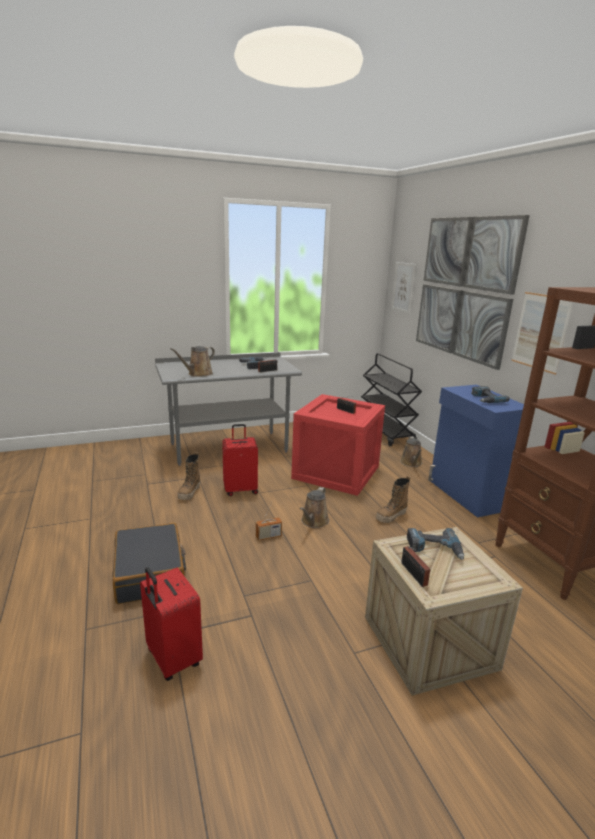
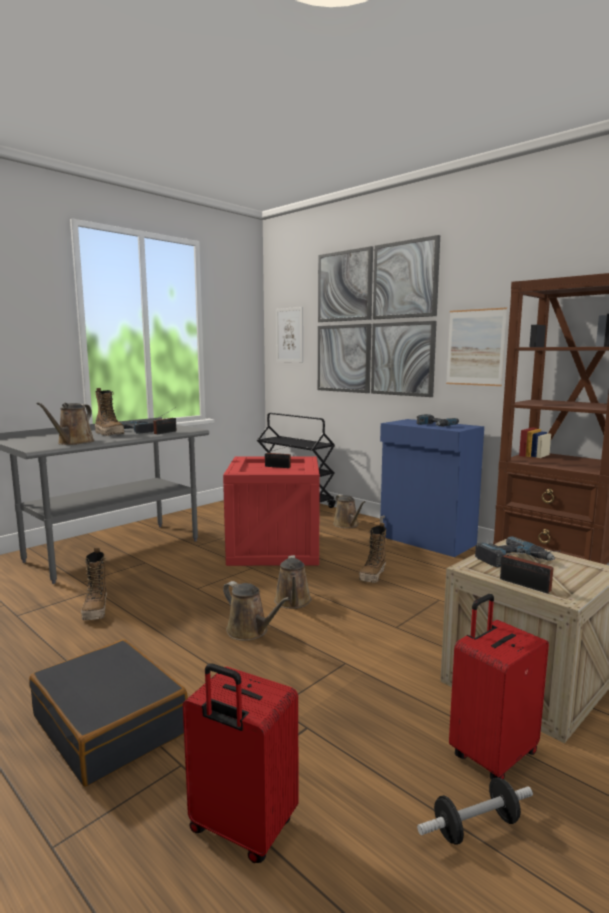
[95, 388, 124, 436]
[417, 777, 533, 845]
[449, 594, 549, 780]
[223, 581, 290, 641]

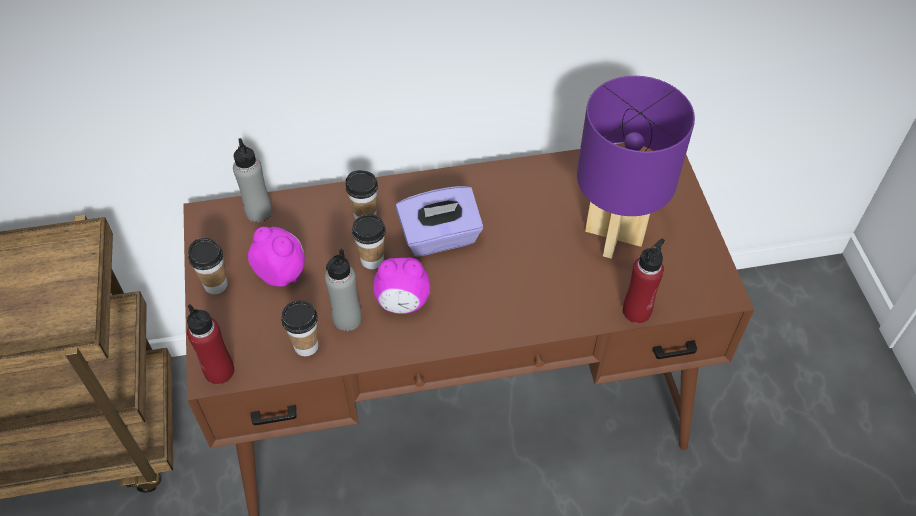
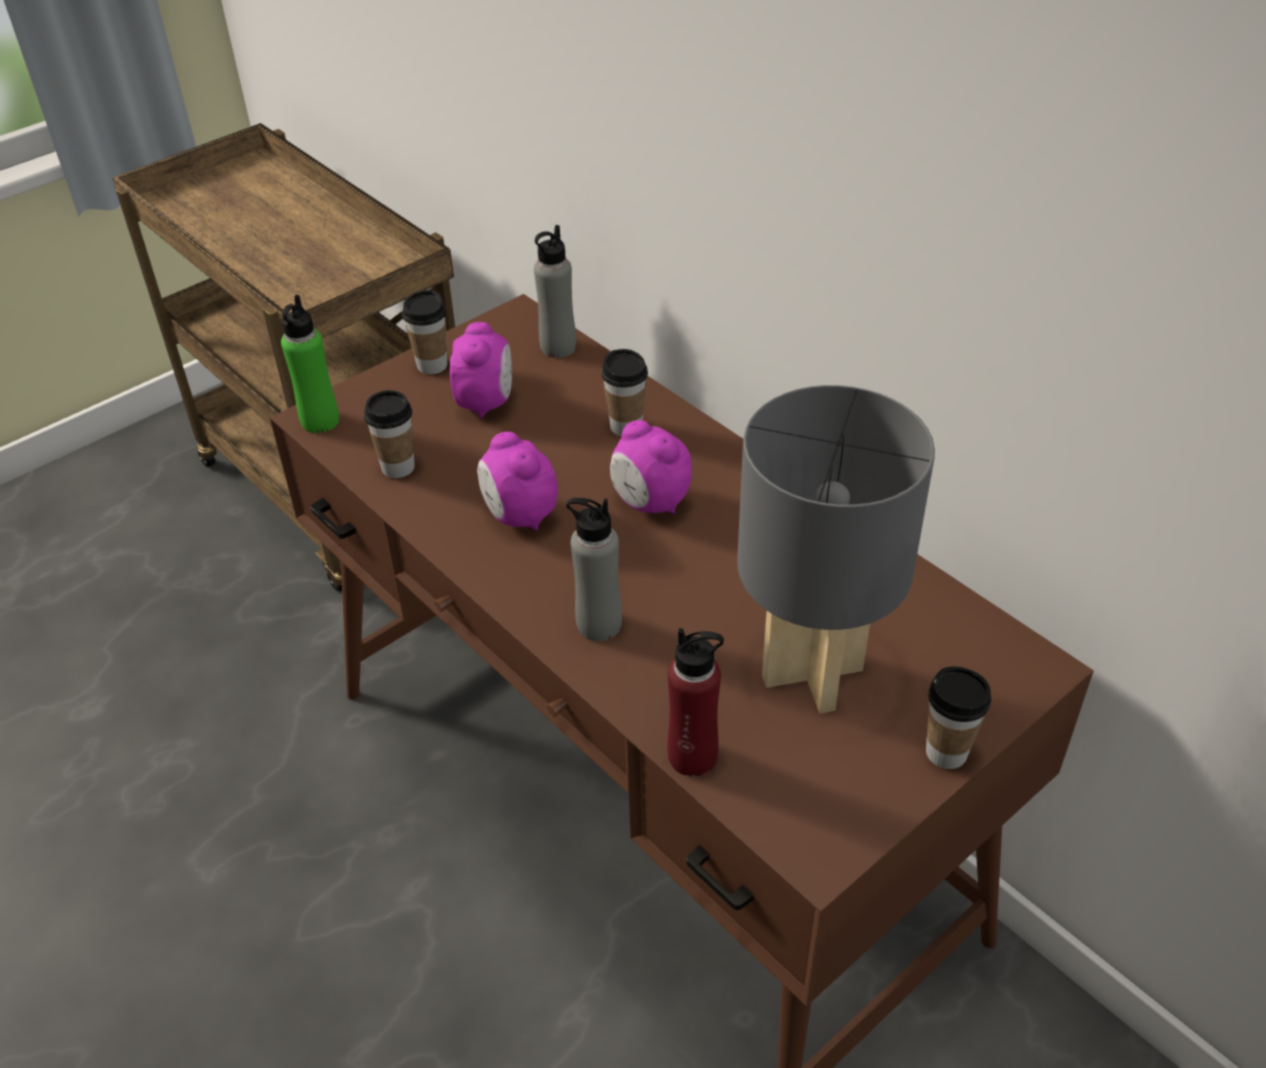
[566, 498, 622, 641]
[926, 667, 991, 769]
[610, 420, 692, 514]
[281, 295, 339, 433]
[737, 385, 935, 713]

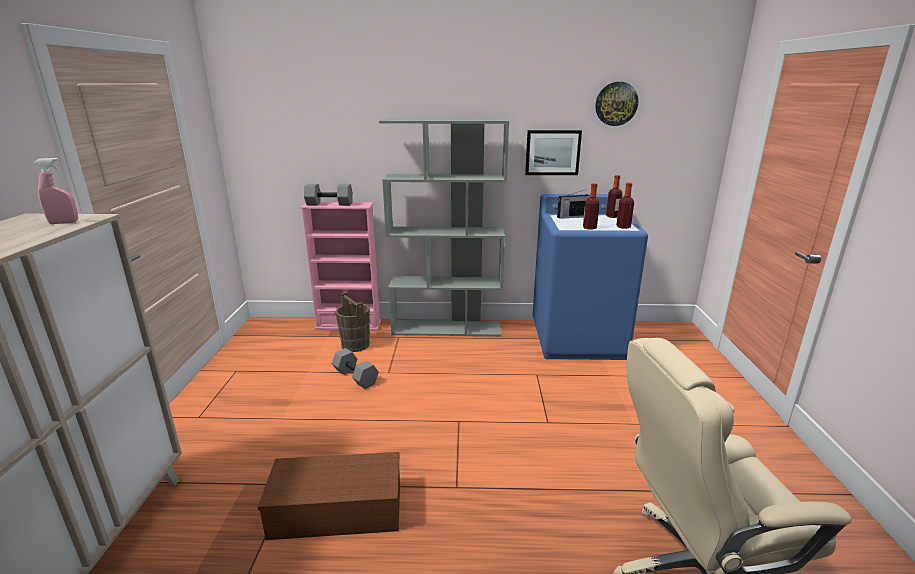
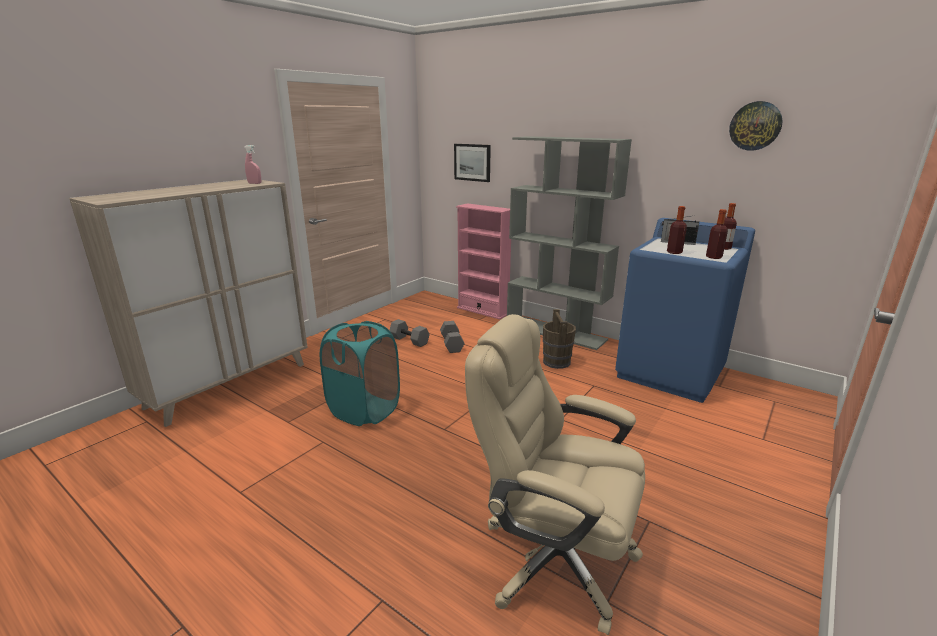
[389, 319, 430, 347]
[543, 309, 576, 369]
[454, 144, 491, 182]
[320, 321, 400, 426]

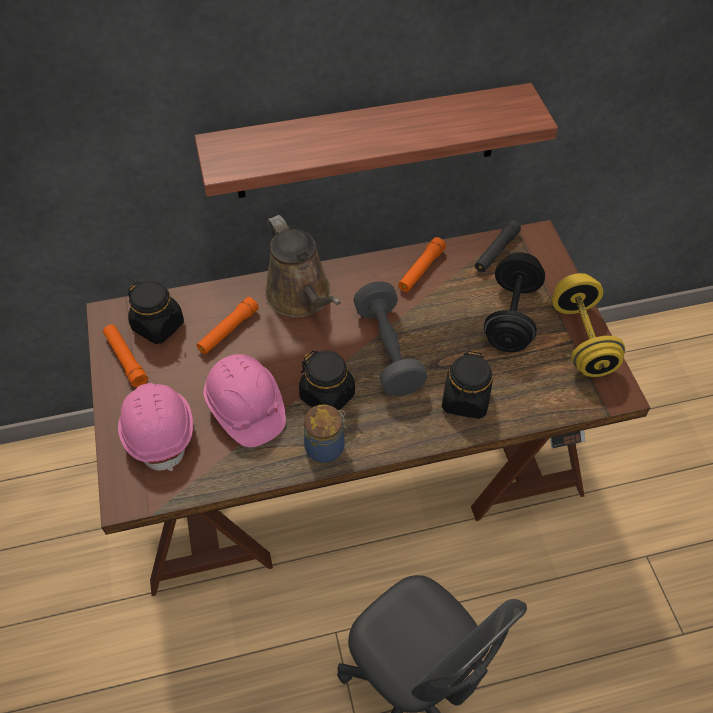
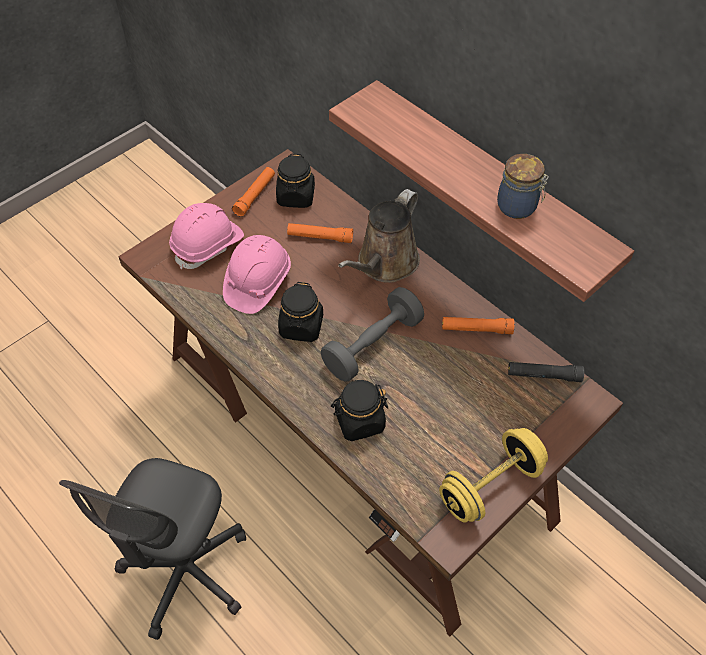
[484, 252, 545, 352] (first image)
[497, 154, 549, 219]

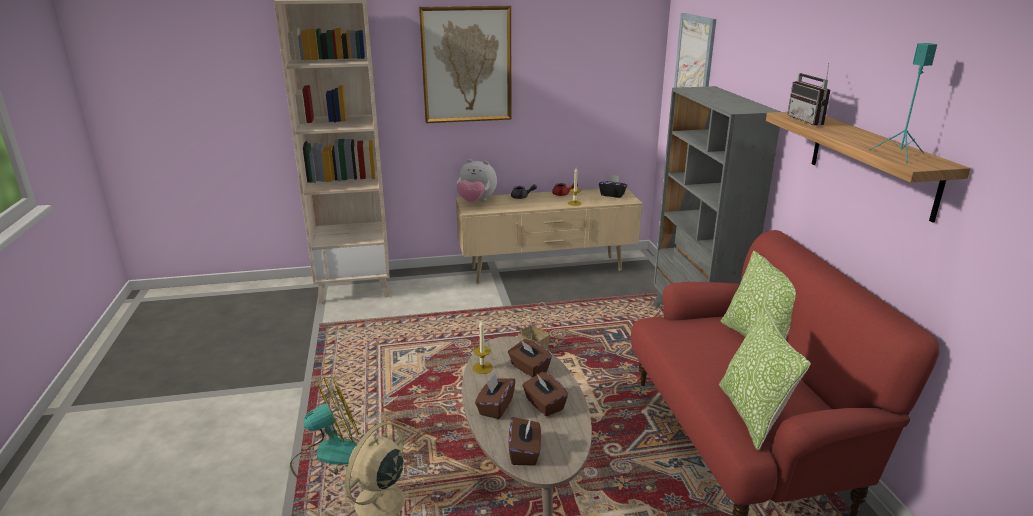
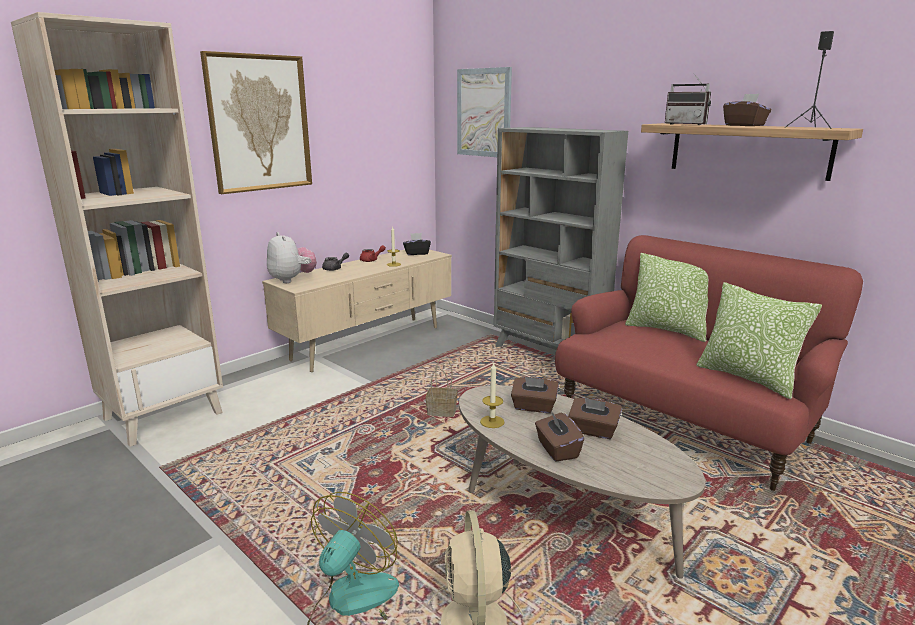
[723, 93, 771, 126]
[784, 31, 834, 129]
[267, 232, 317, 283]

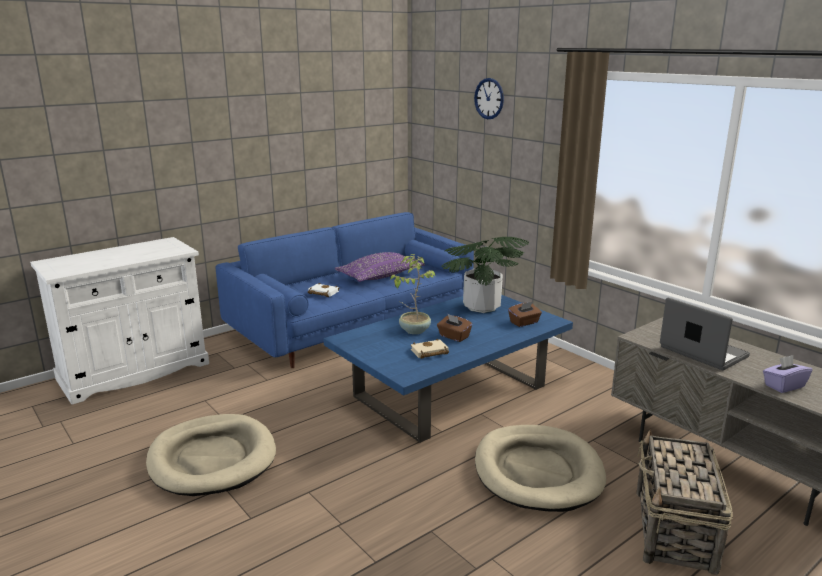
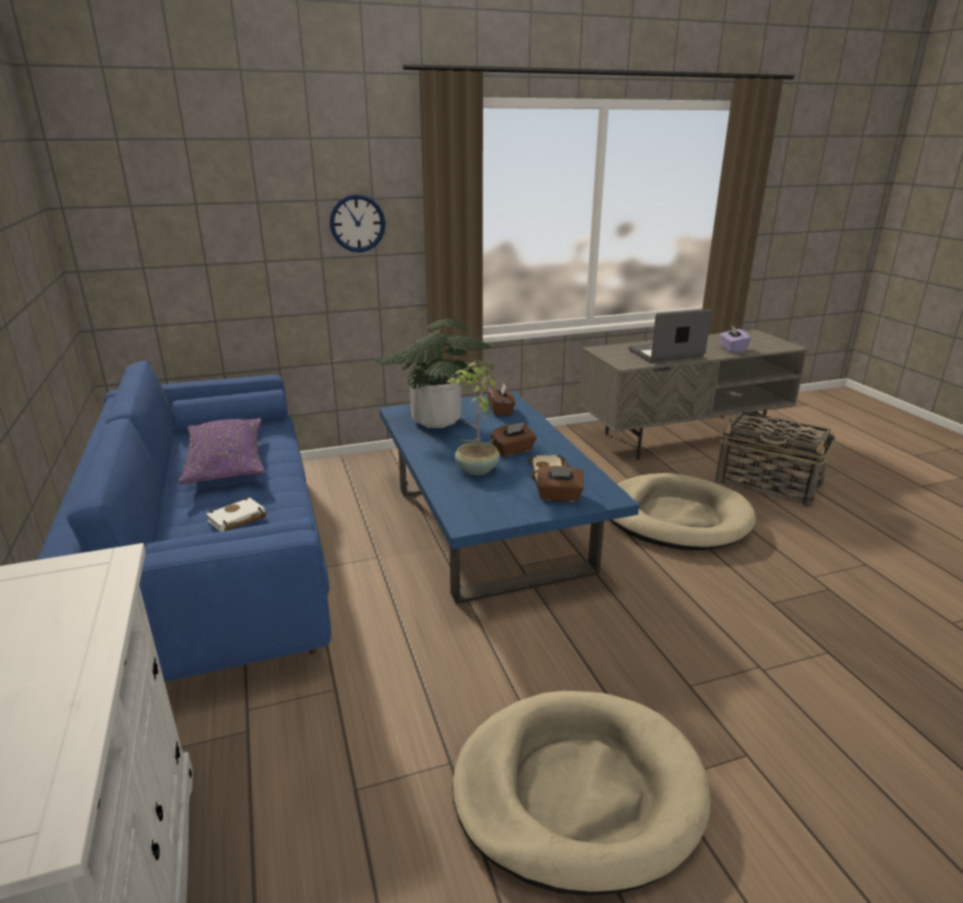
[537, 466, 584, 502]
[330, 194, 385, 252]

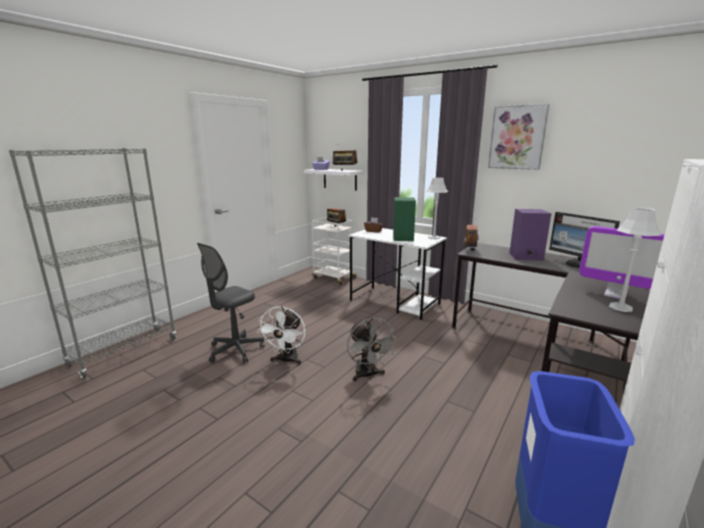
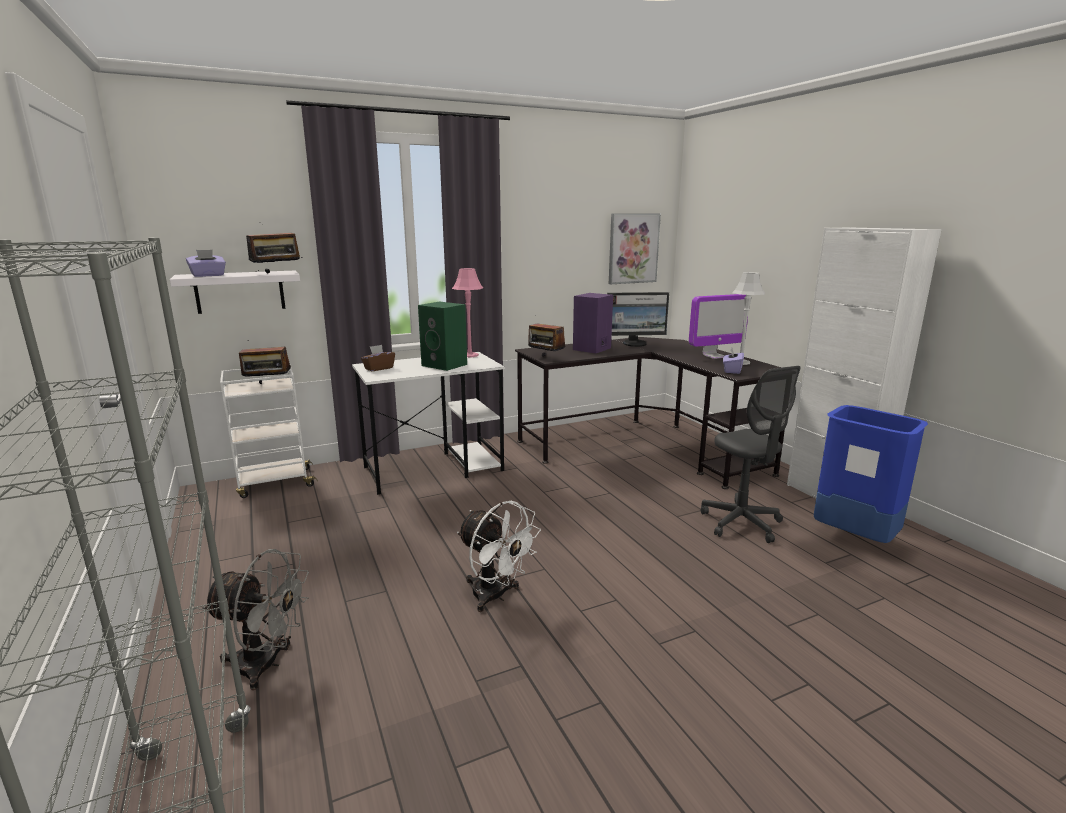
[723, 348, 744, 374]
[701, 366, 801, 543]
[202, 549, 309, 690]
[609, 214, 661, 284]
[452, 268, 483, 357]

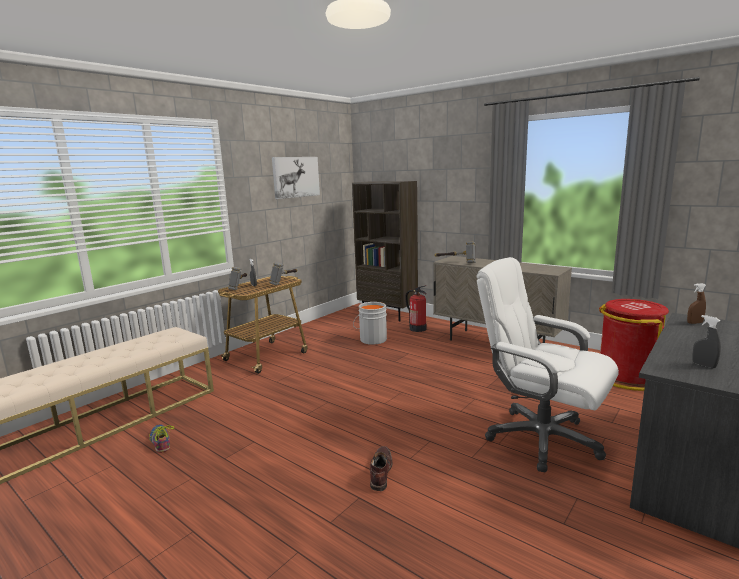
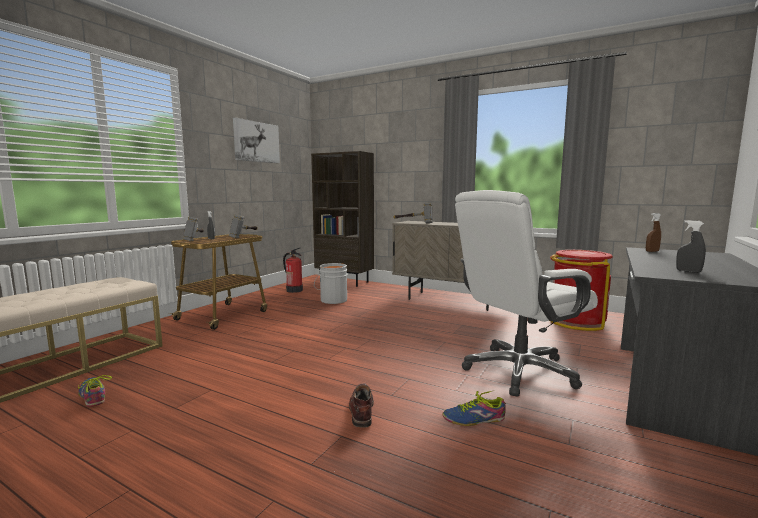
[442, 391, 506, 426]
[283, 248, 303, 293]
[455, 190, 598, 397]

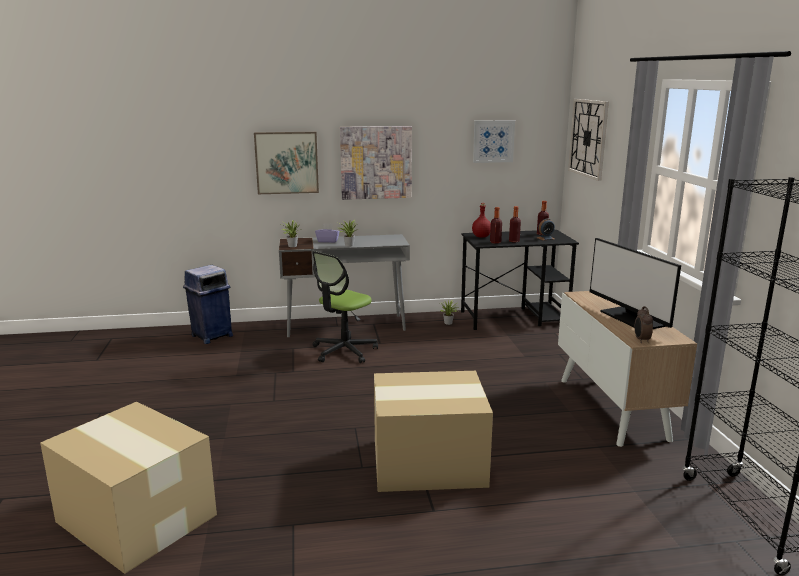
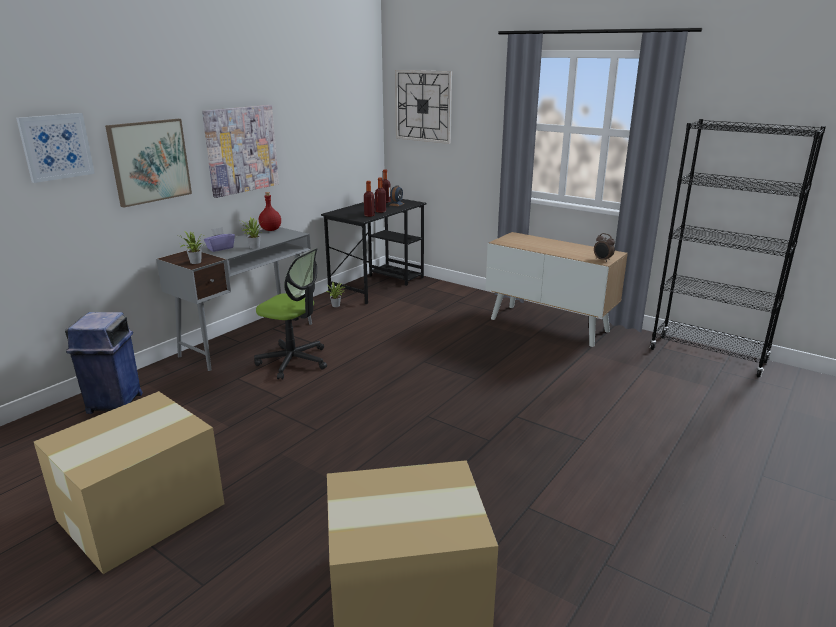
[589, 238, 681, 329] (first image)
[34, 391, 225, 574]
[259, 192, 281, 231]
[16, 113, 95, 183]
[254, 248, 327, 380]

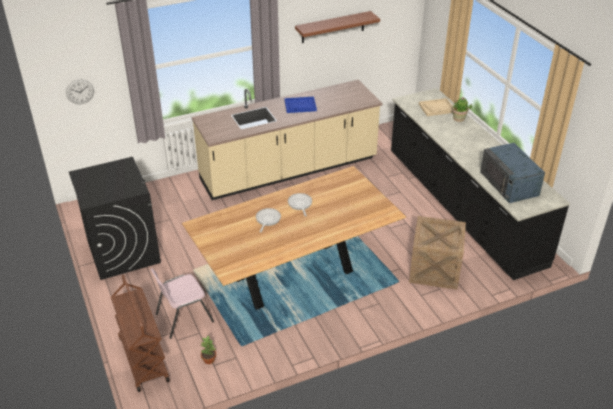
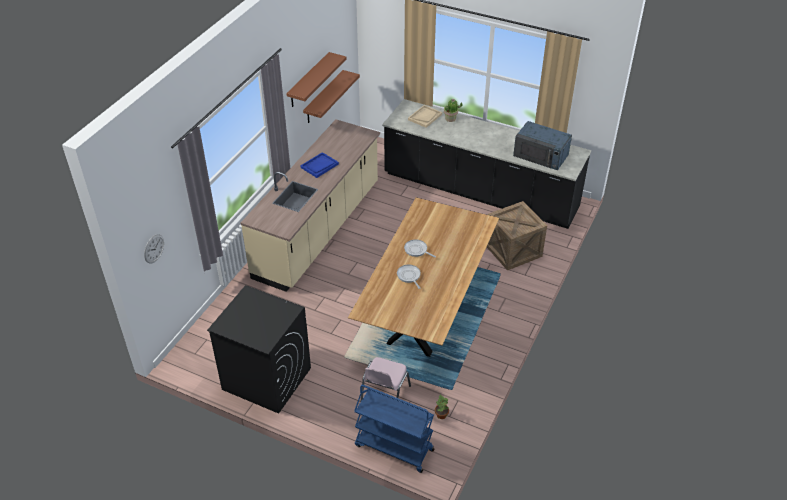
[303, 70, 360, 123]
[354, 385, 435, 473]

